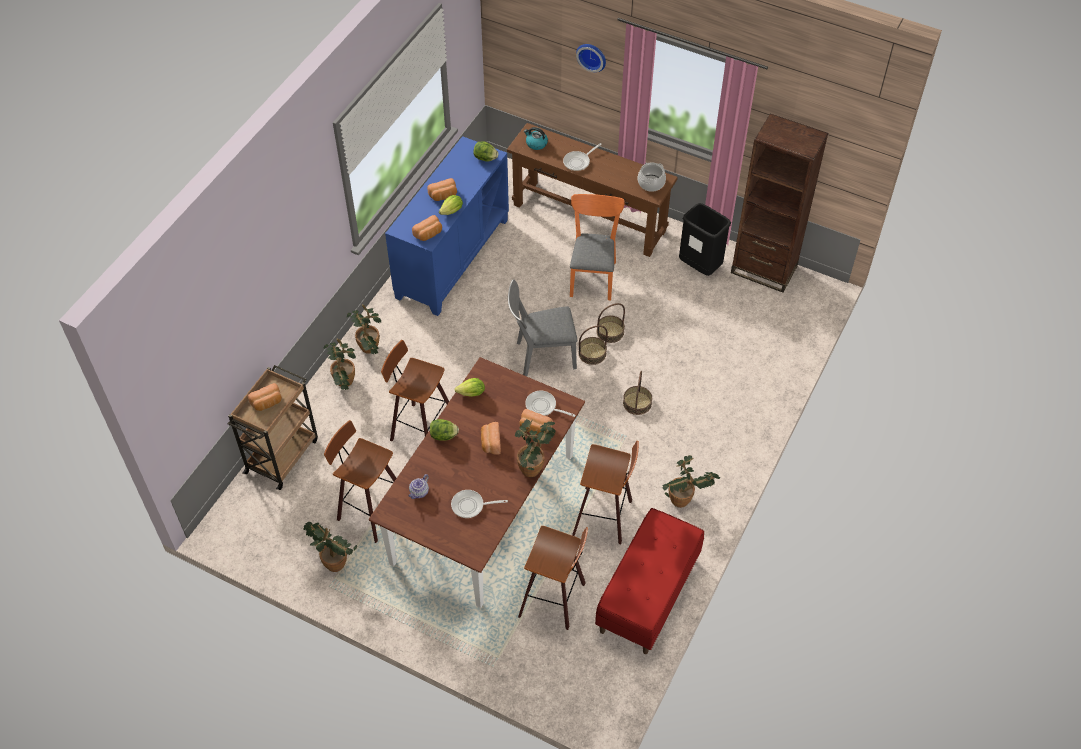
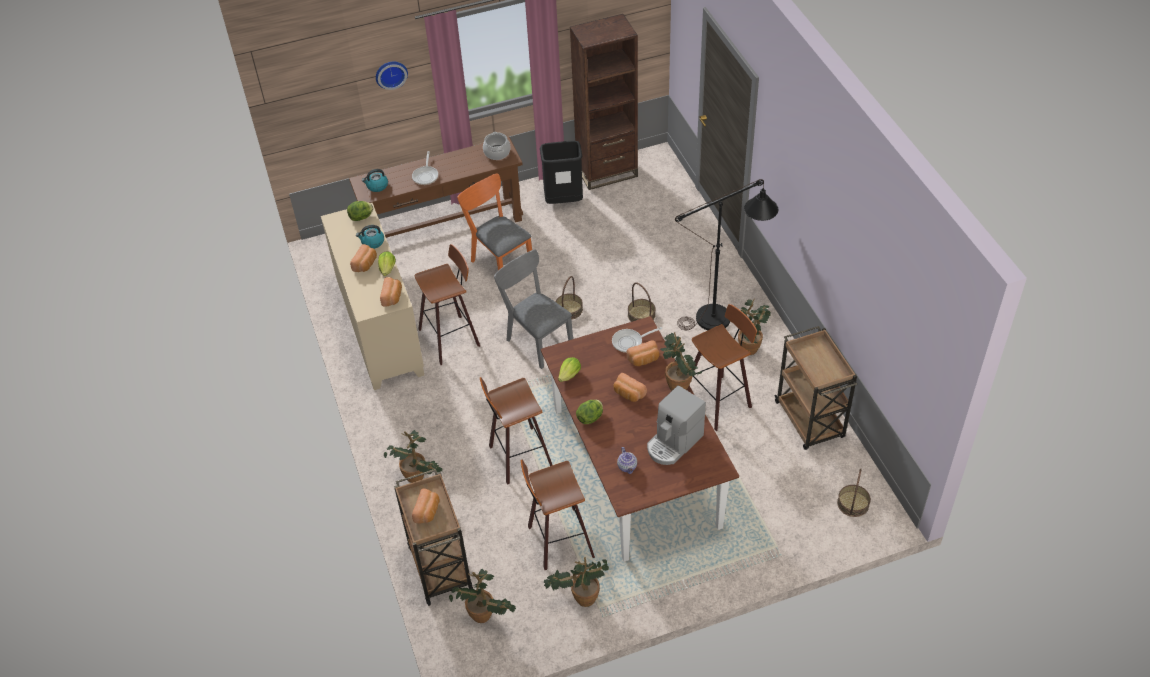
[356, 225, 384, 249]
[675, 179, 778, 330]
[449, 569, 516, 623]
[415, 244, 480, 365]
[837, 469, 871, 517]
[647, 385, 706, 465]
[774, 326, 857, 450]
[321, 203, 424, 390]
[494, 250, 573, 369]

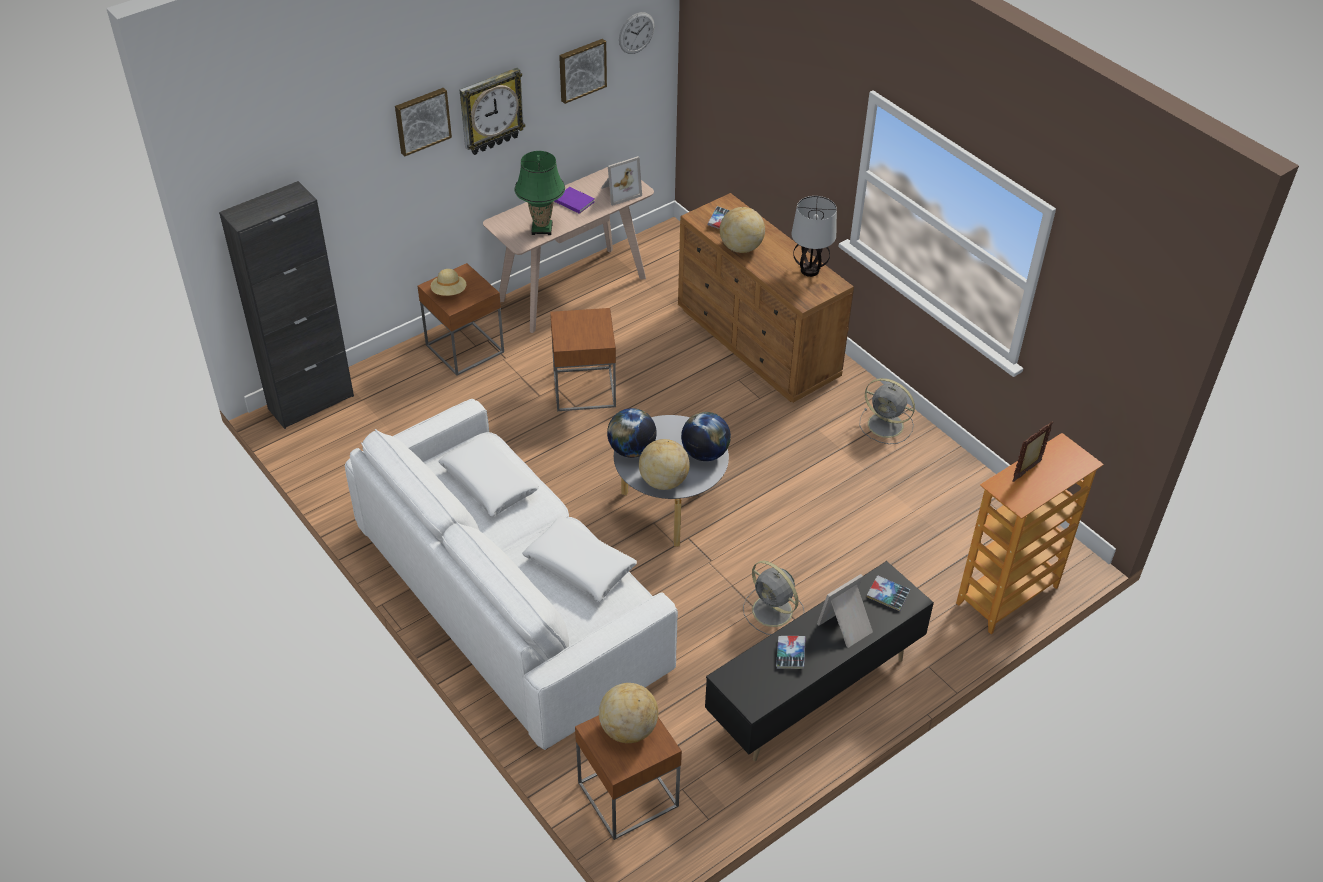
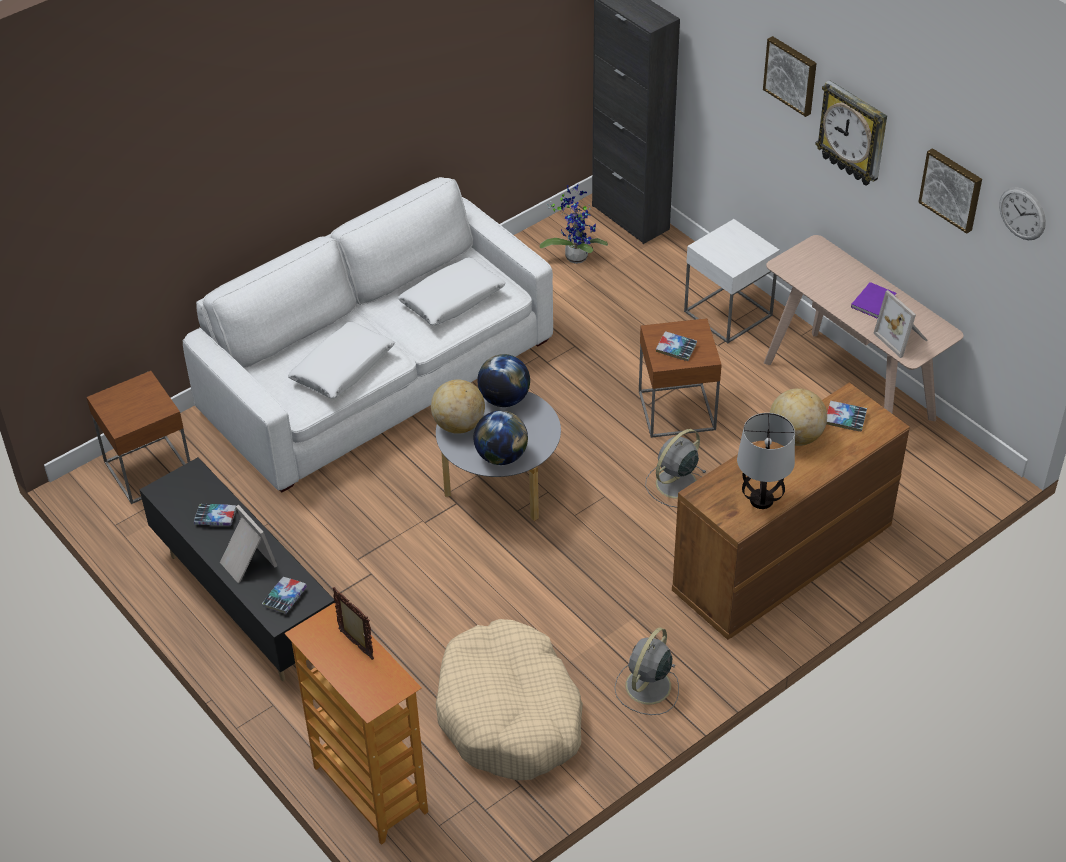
[431, 269, 466, 296] (first image)
[515, 151, 565, 235] (first image)
[599, 683, 658, 743] (first image)
[436, 619, 583, 780]
[540, 183, 608, 264]
[656, 331, 697, 361]
[645, 429, 706, 508]
[684, 219, 780, 343]

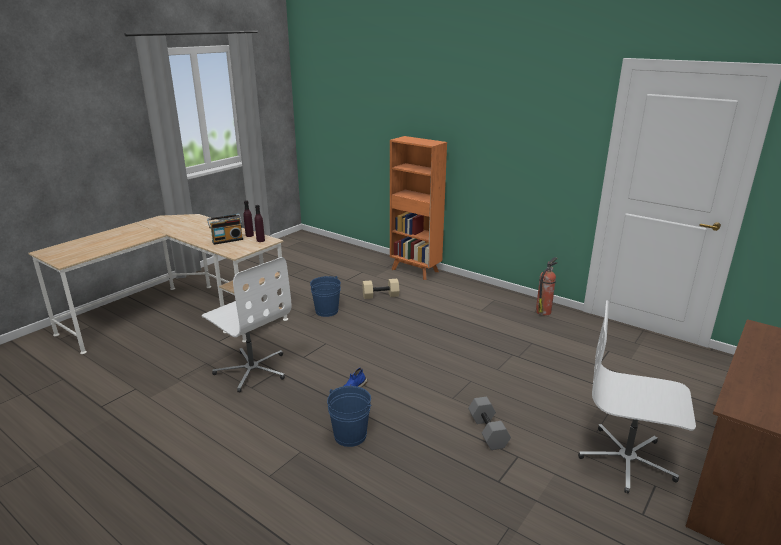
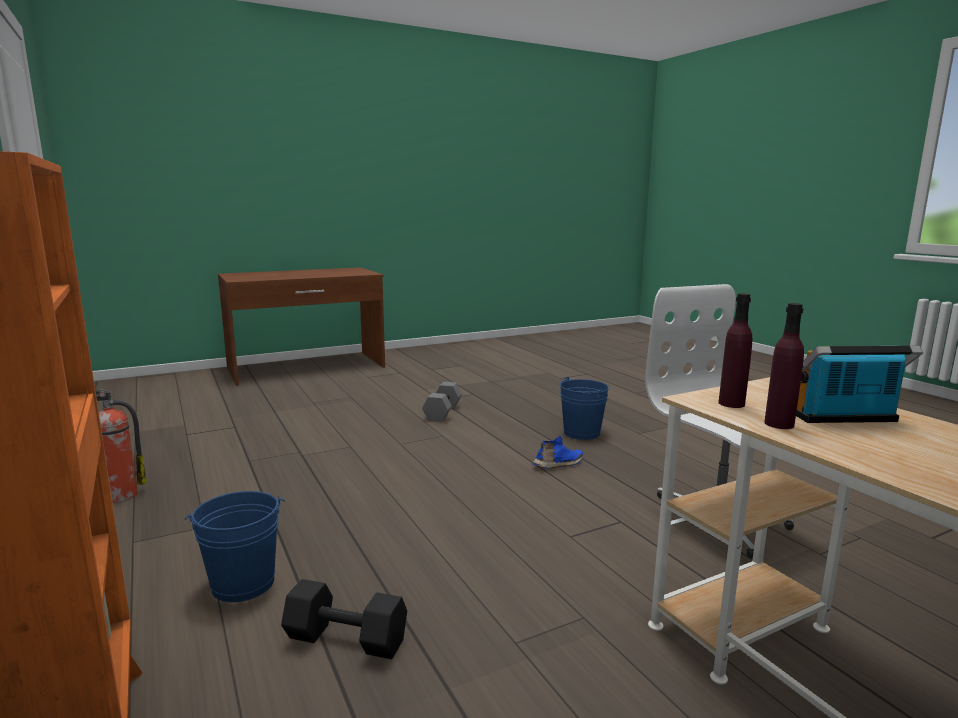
[578, 300, 696, 493] (first image)
[185, 491, 285, 602]
[281, 579, 407, 659]

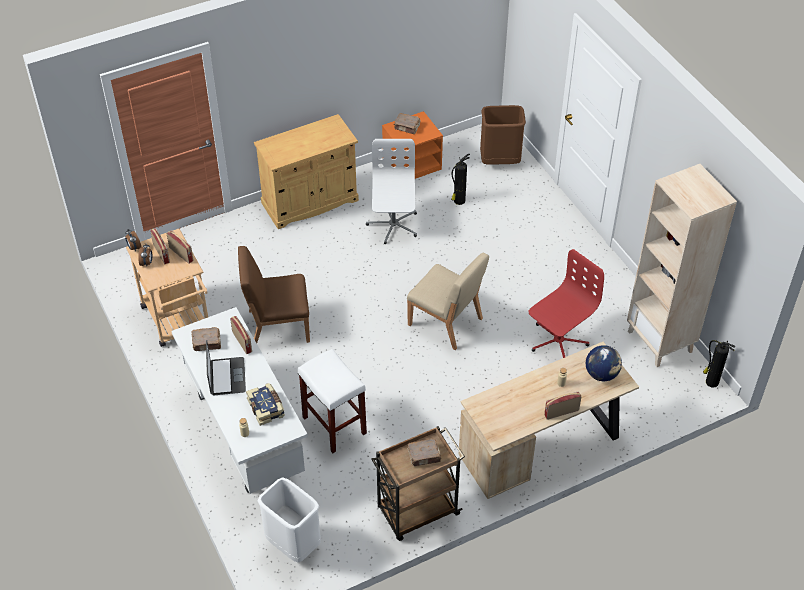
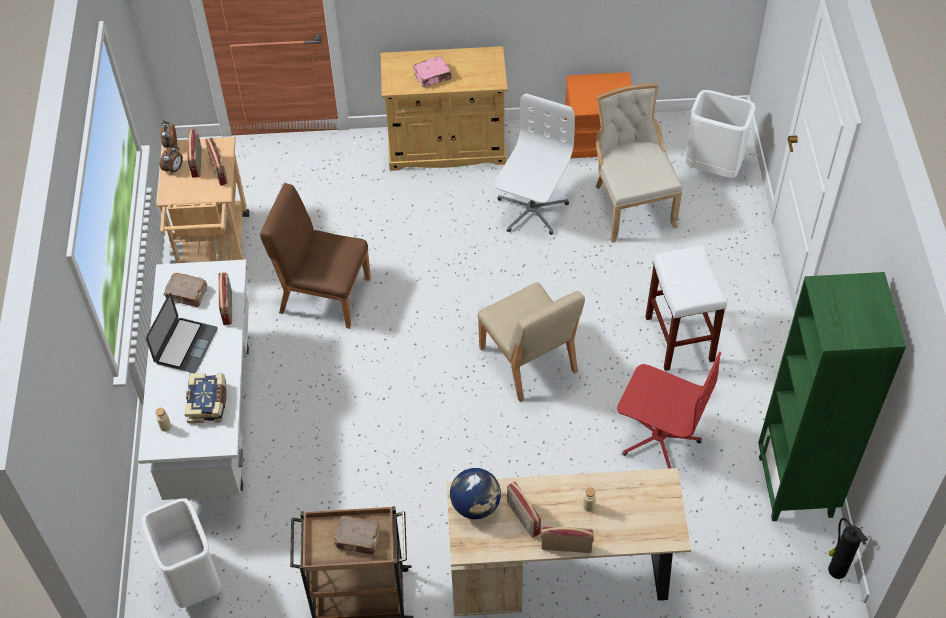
[394, 113, 421, 134] (first image)
[413, 56, 452, 87]
[507, 482, 541, 538]
[645, 246, 727, 371]
[450, 468, 501, 519]
[596, 83, 682, 243]
[685, 90, 756, 178]
[758, 272, 906, 521]
[617, 352, 721, 469]

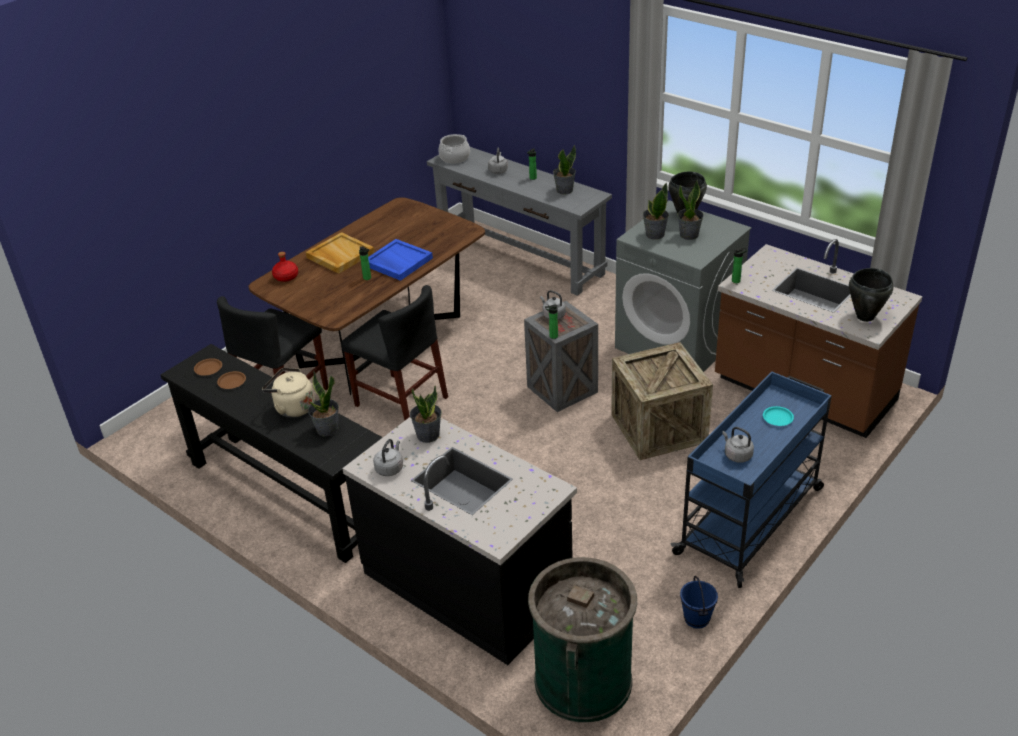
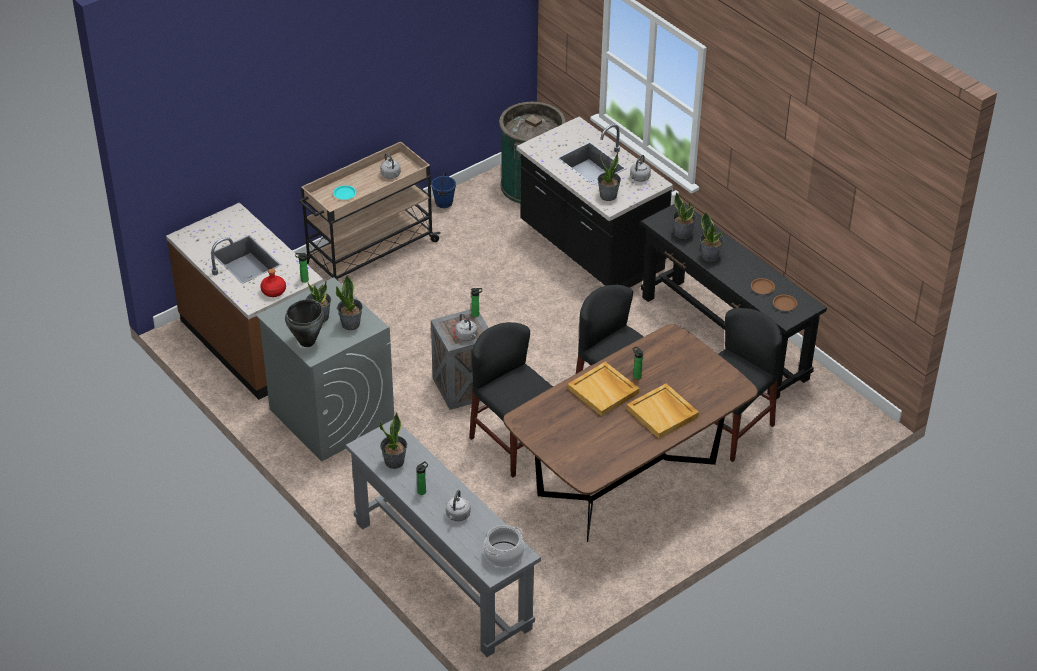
[611, 342, 713, 460] (first image)
[849, 268, 893, 322] (first image)
[469, 322, 553, 477]
[260, 269, 286, 297]
[700, 212, 724, 262]
[568, 362, 639, 416]
[299, 141, 441, 280]

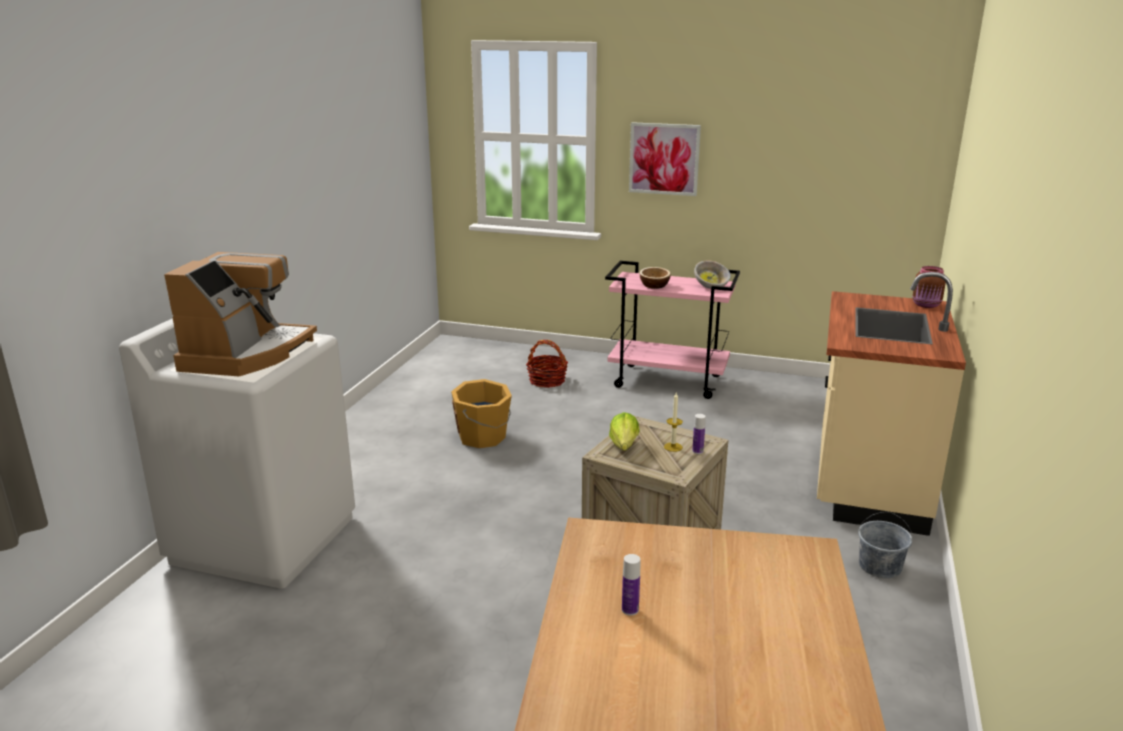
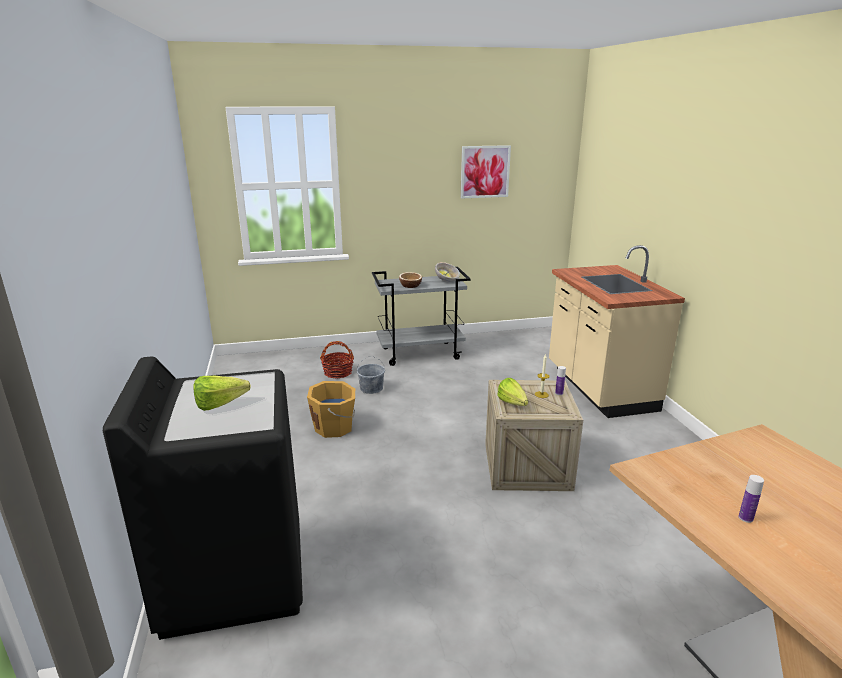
[913, 266, 946, 308] (first image)
[460, 145, 511, 199]
[357, 356, 385, 394]
[193, 376, 251, 411]
[103, 356, 303, 640]
[372, 267, 471, 366]

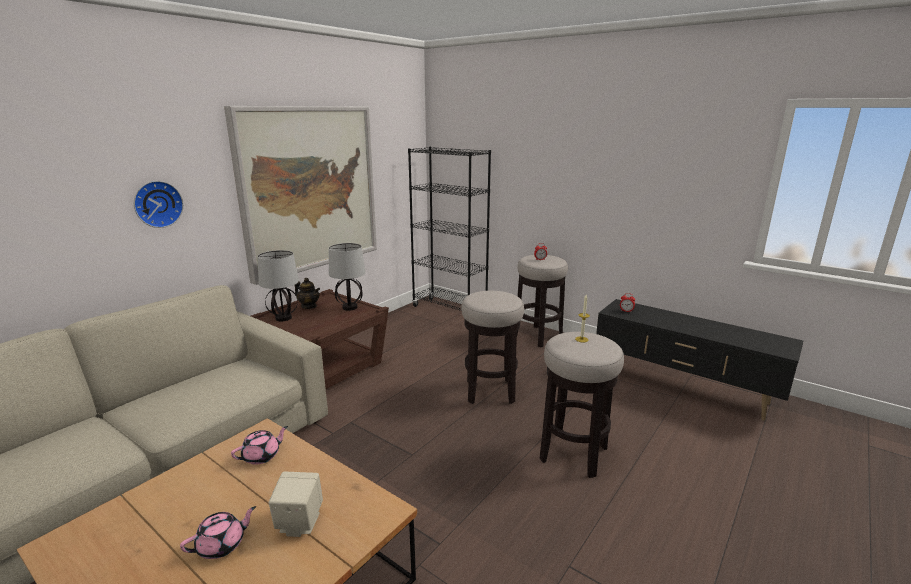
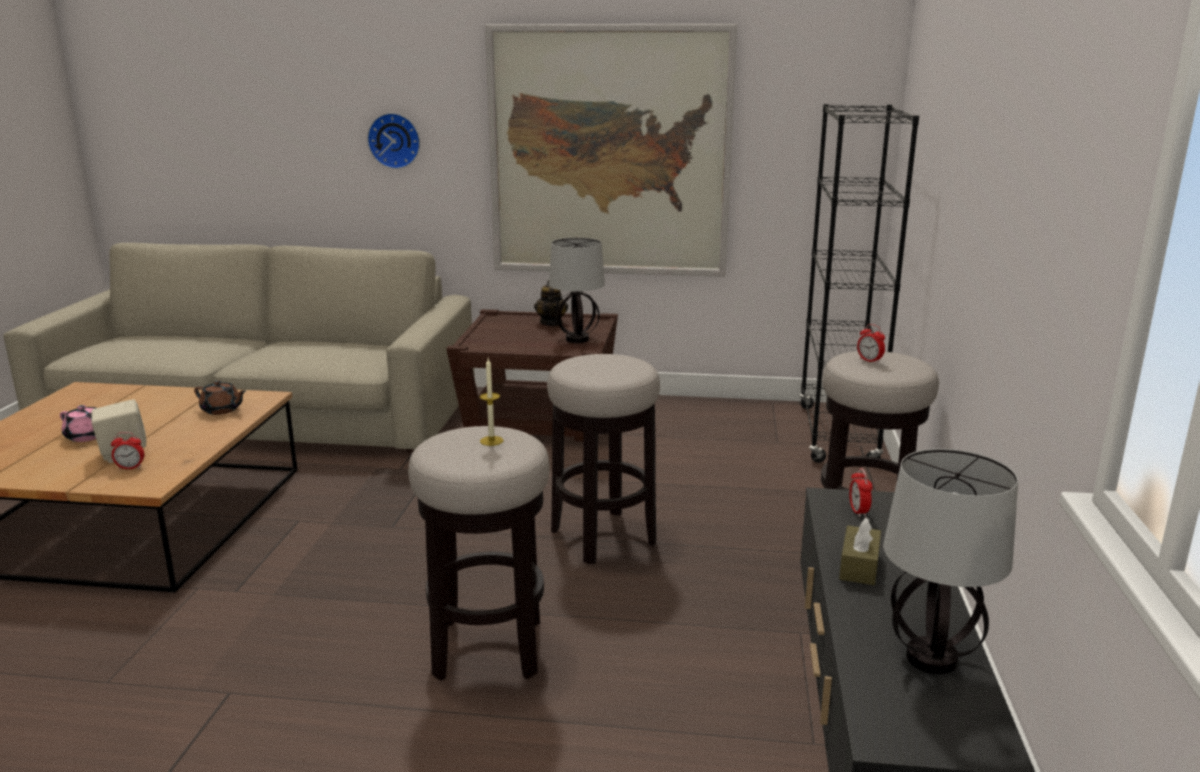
[111, 432, 144, 470]
[839, 517, 881, 585]
[883, 449, 1018, 674]
[194, 380, 246, 415]

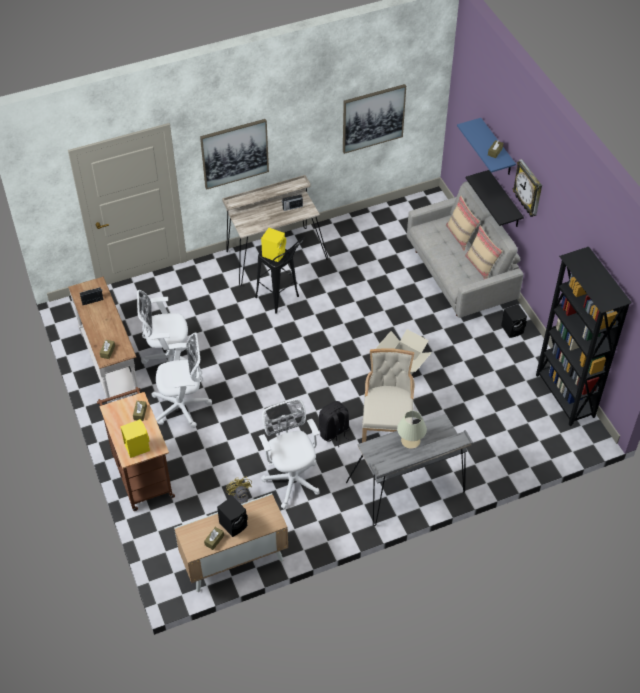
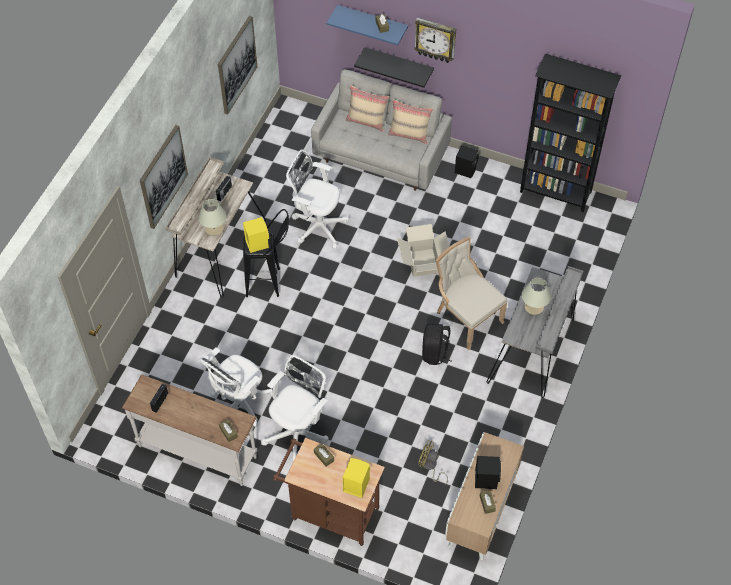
[198, 199, 226, 236]
[286, 149, 349, 249]

